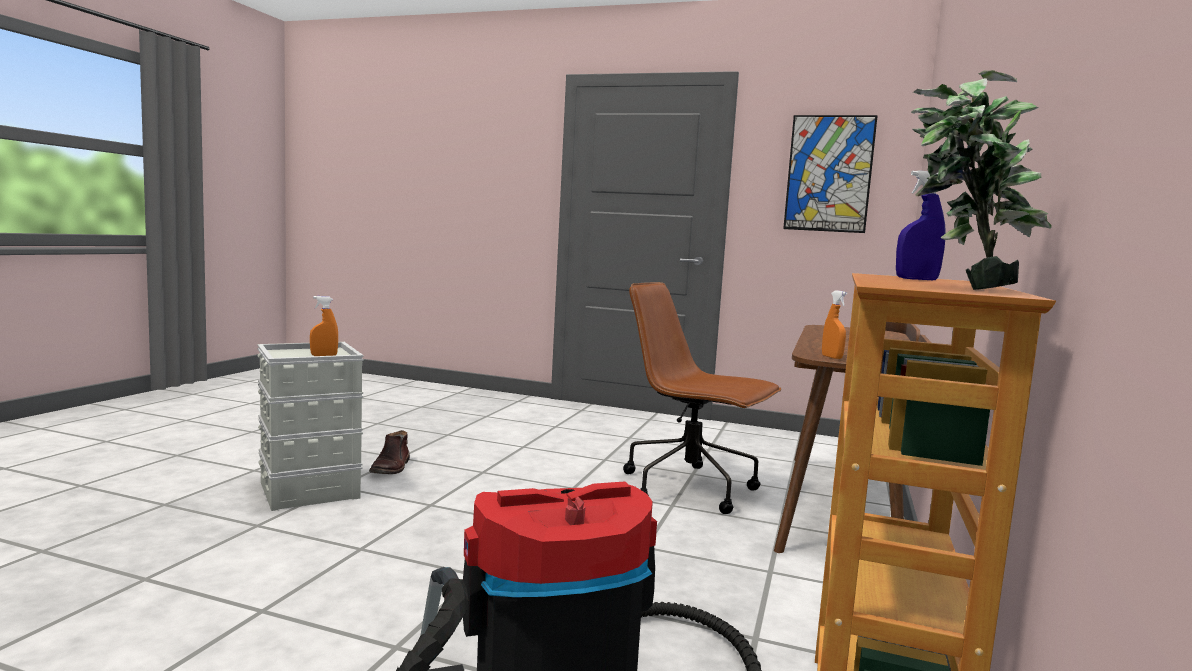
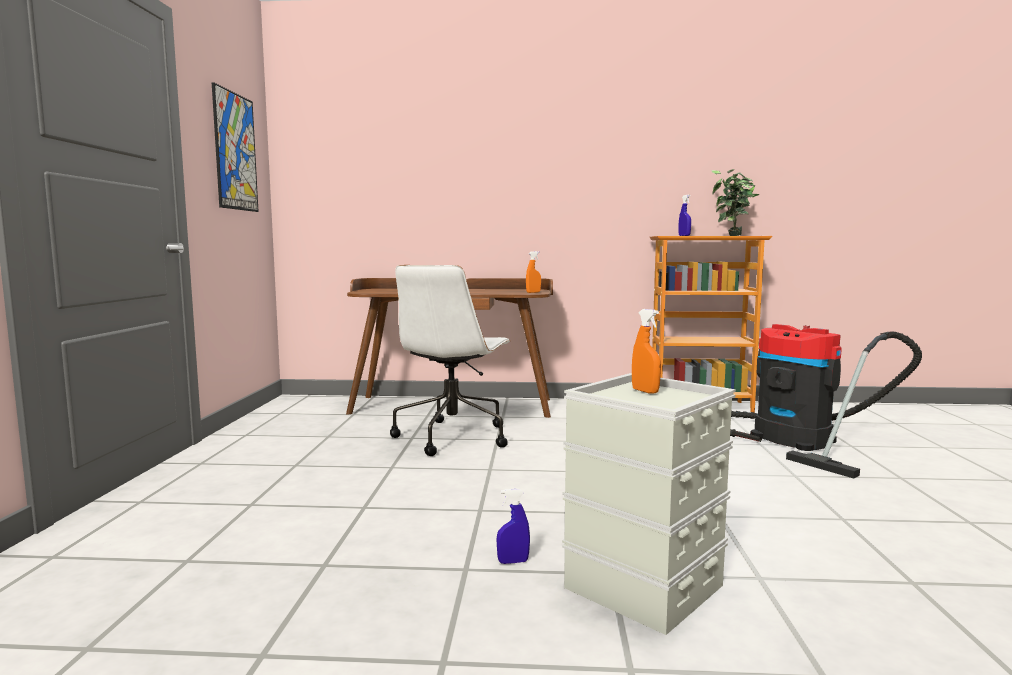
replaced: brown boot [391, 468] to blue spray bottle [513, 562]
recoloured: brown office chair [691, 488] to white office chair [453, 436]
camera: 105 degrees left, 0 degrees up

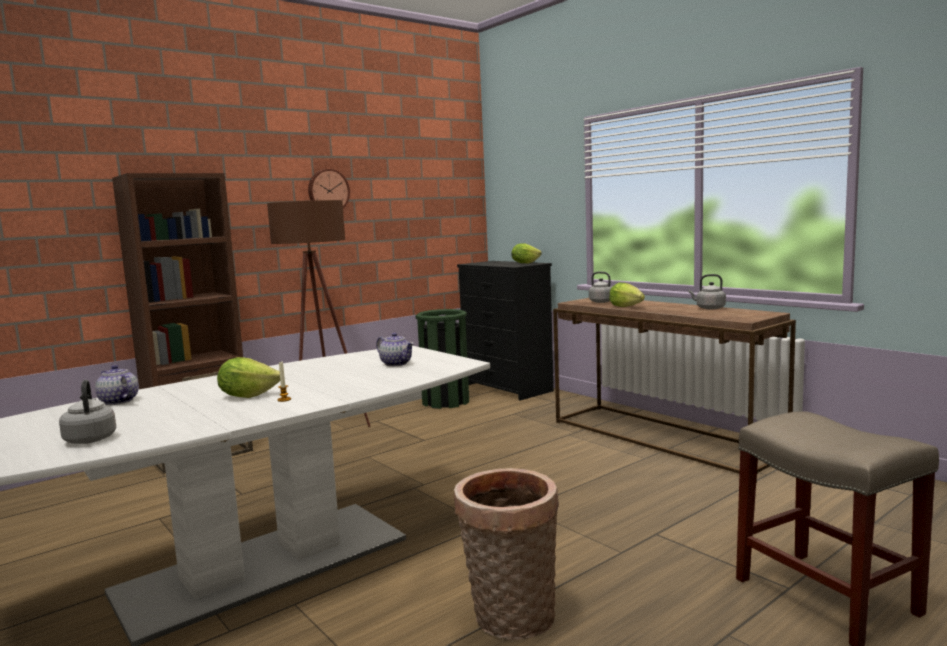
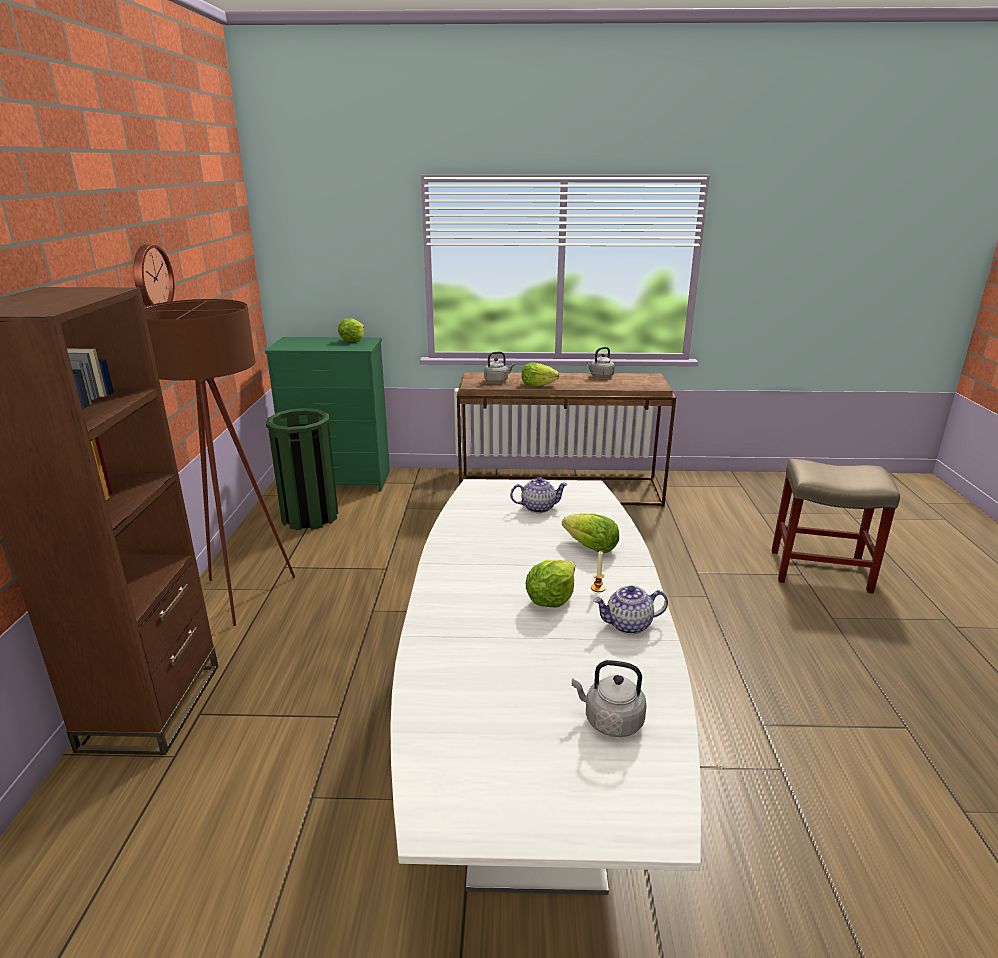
removed: basket [510, 620]
added: lettuce [591, 547]
moved: teapot [118, 401] to [628, 625]
recoloured: black dresser [507, 388] to green dresser [340, 480]
camera: 50 degrees left, 15 degrees up

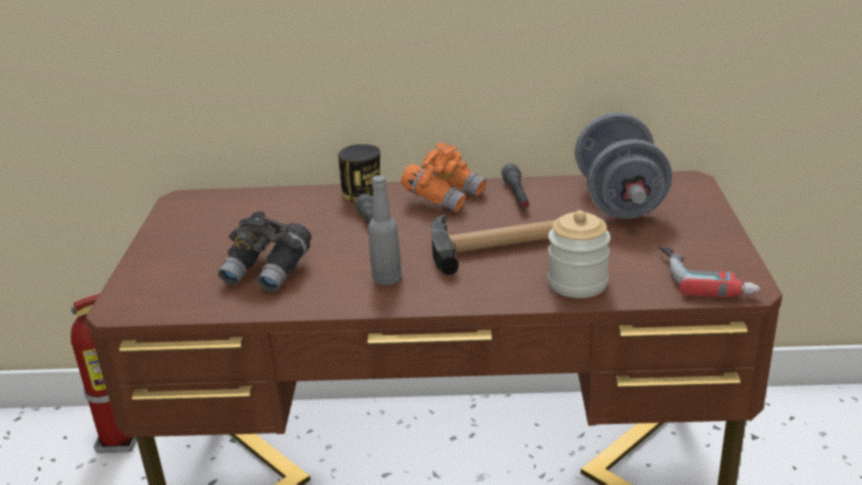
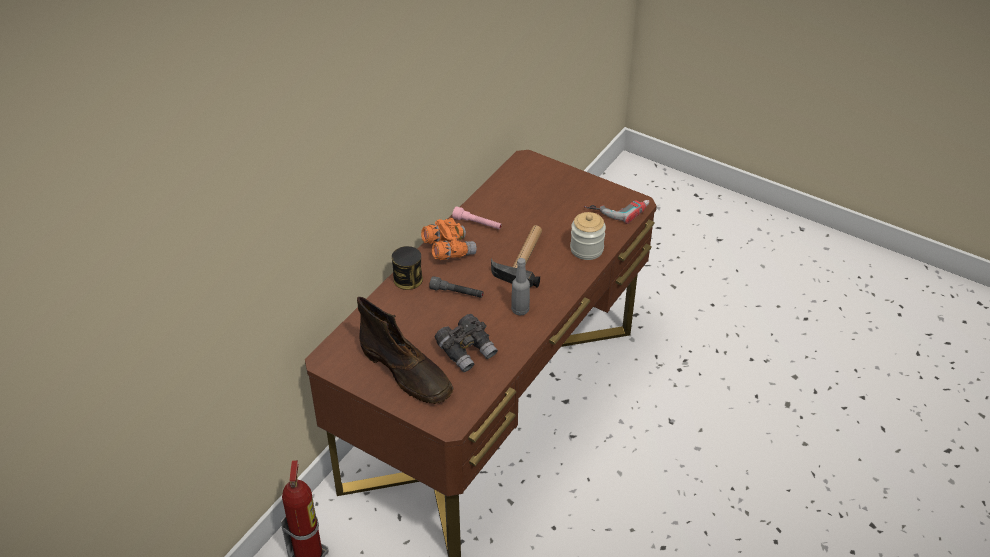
removed: grey dumbbell [619, 200]
added: brown boot [407, 372]
recoloured: grey flashlight [517, 196] to pink flashlight [477, 224]
camera: 60 degrees left, 15 degrees up

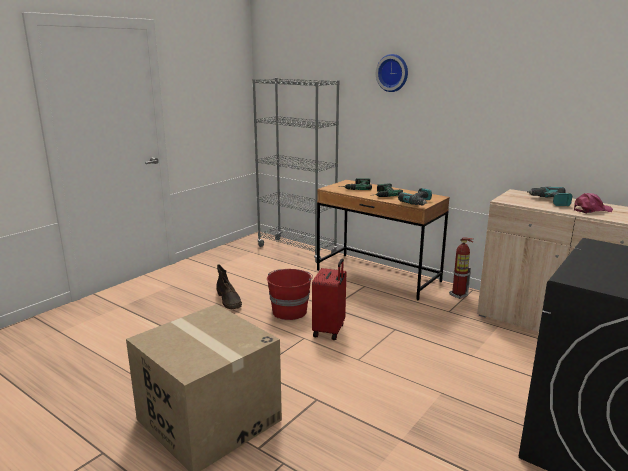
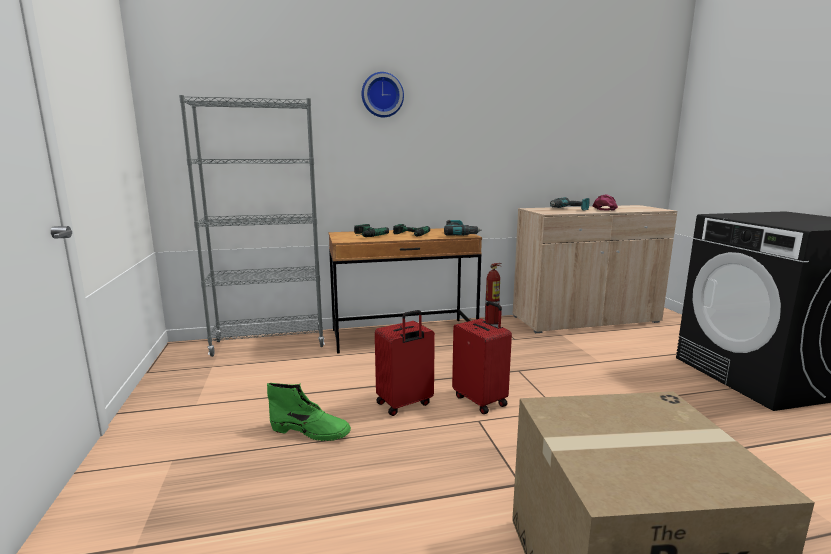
replaced: red bucket [289, 311] to red suitcase [405, 404]
recoloured: brown boot [229, 300] to green boot [311, 431]
camera: 50 degrees left, 5 degrees down

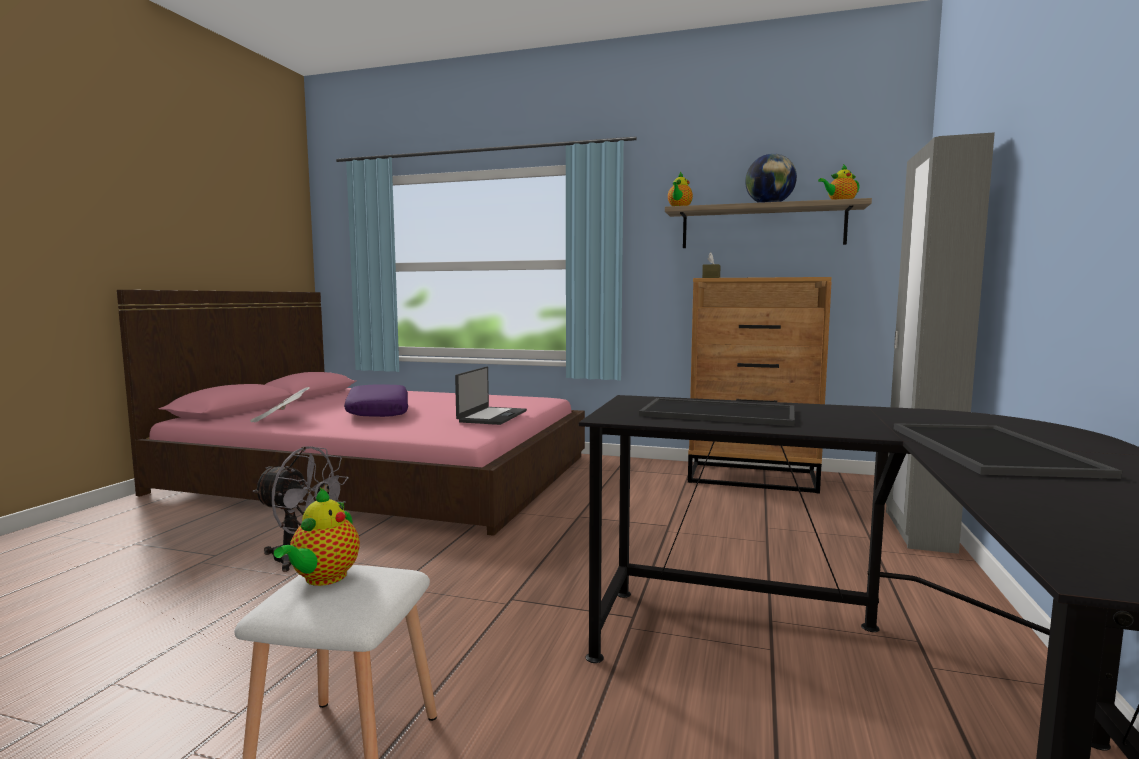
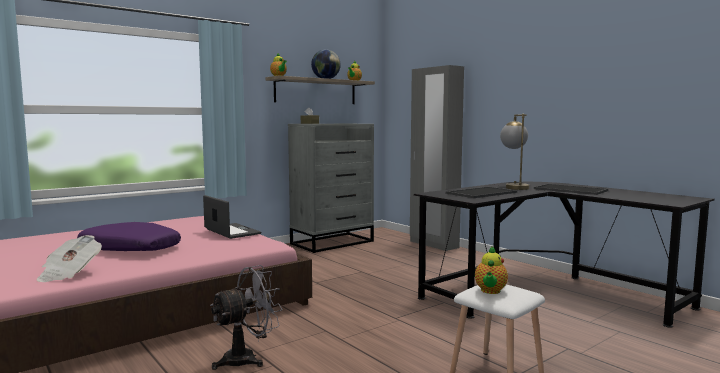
added: table lamp [514, 187]
recoloured: brown dresser [753, 477] to grey dresser [333, 242]
turned: teapot [323, 579] = [490, 291] 60 degrees clockwise
camera: 55 degrees left, 0 degrees up

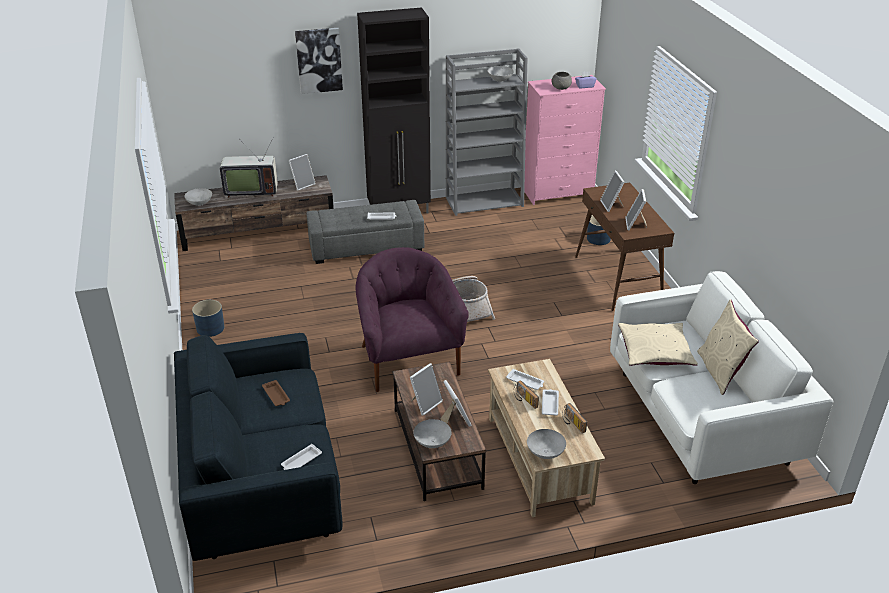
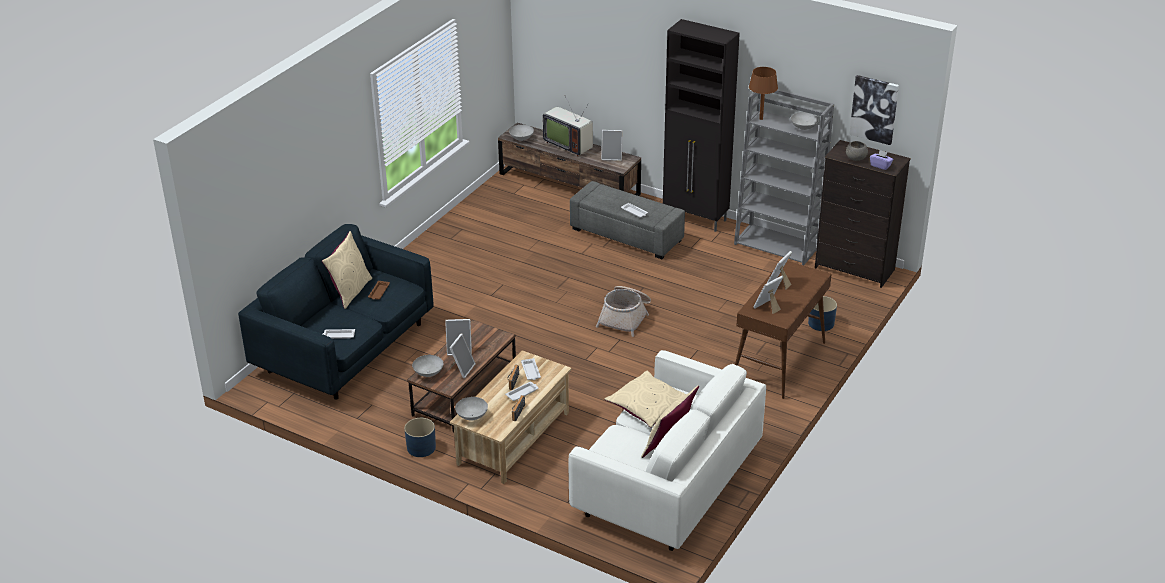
removed: purple armchair [408, 360]
added: beige pillow [350, 291]; brown table lamp [761, 119]
moved: blue planter [210, 328] to [421, 448]; picture [319, 60] to [874, 109]
recoloured: pink dresser [558, 193] to black dresser [855, 269]
camera: 45 degrees right, 0 degrees up

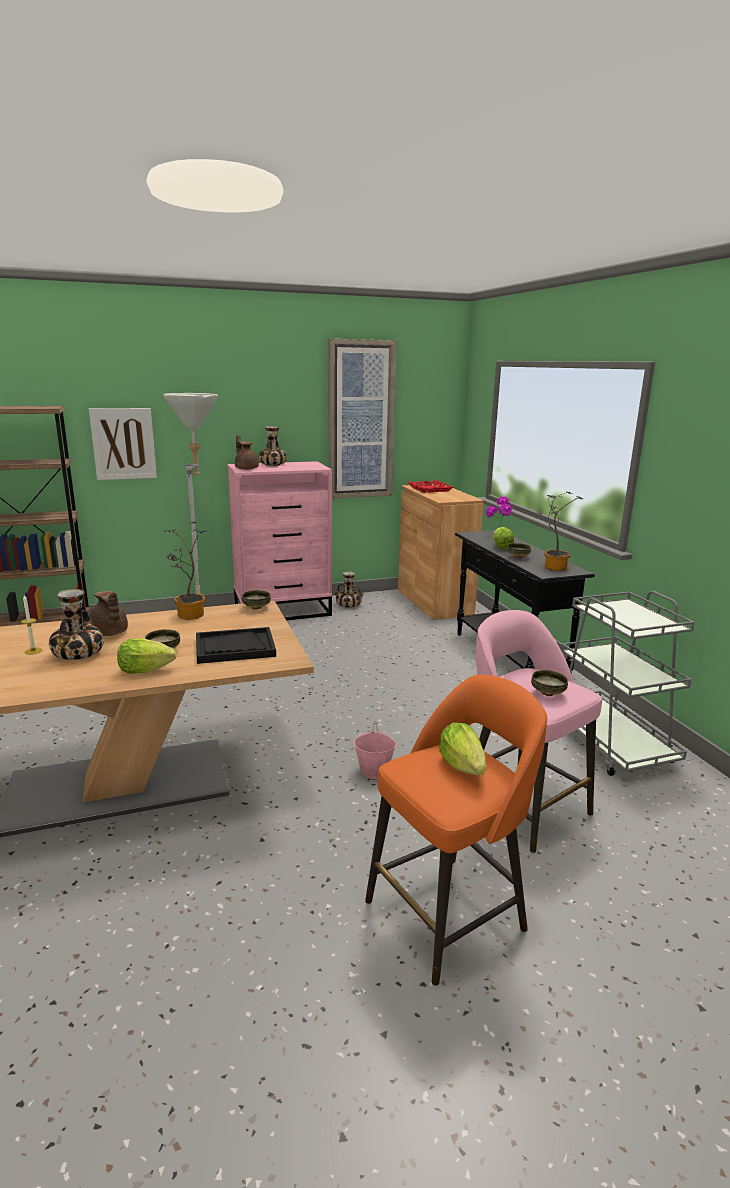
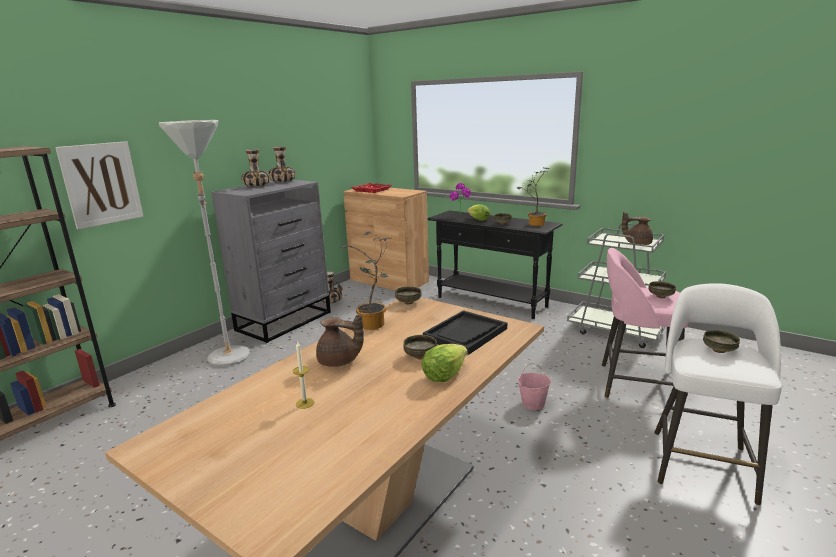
removed: picture [361, 420]
moved: vase [79, 654] to [282, 181]; brown teapot [246, 468] to [637, 243]
replaced: lettuce [462, 766] to bowl [718, 350]
recoloured: pink dresser [283, 611] to grey dresser [285, 321]; orange stool [449, 913] to white stool [701, 462]
camera: 35 degrees left, 0 degrees up

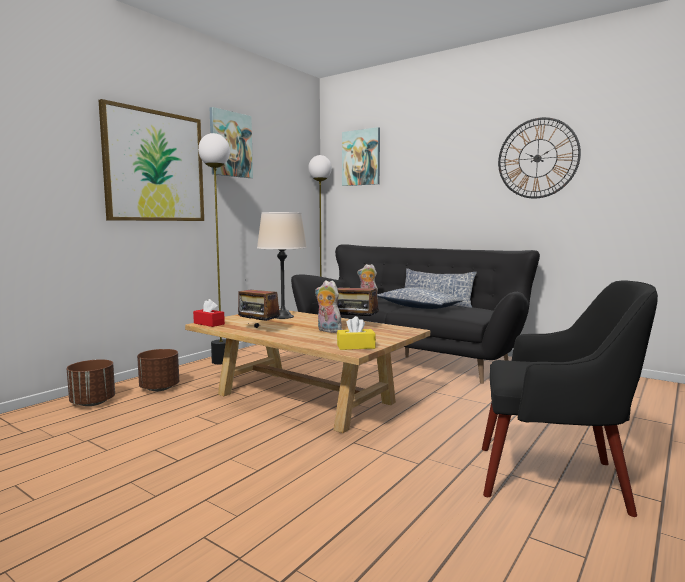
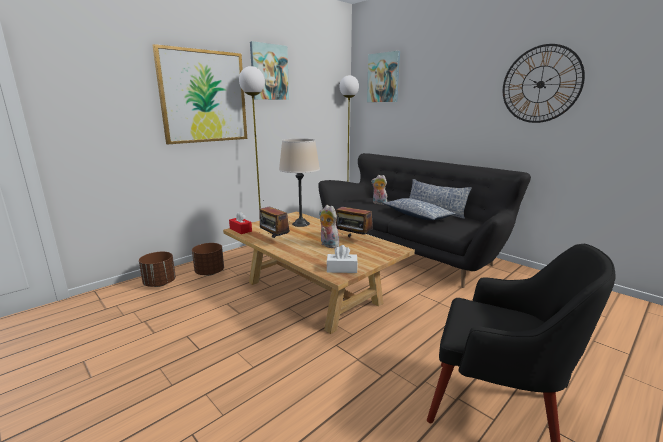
recoloured: yellow tissue box [356, 346] to white tissue box [342, 269]
camera: 10 degrees right, 10 degrees up

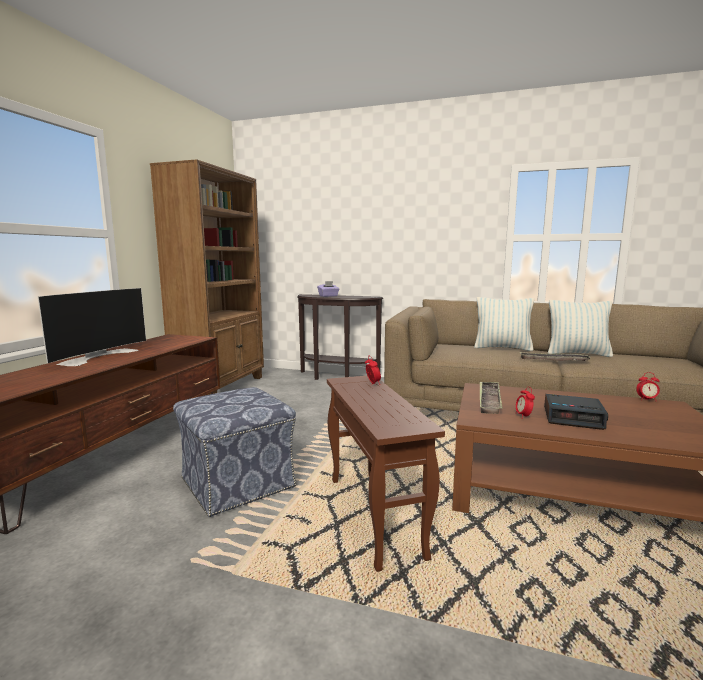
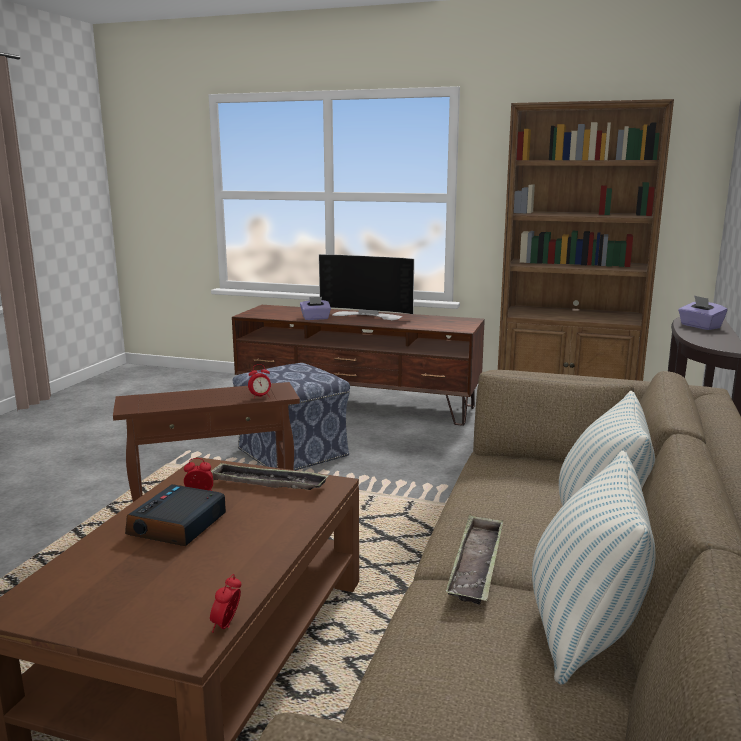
added: purple tissue box [315, 318]
camera: 90 degrees right, 5 degrees up

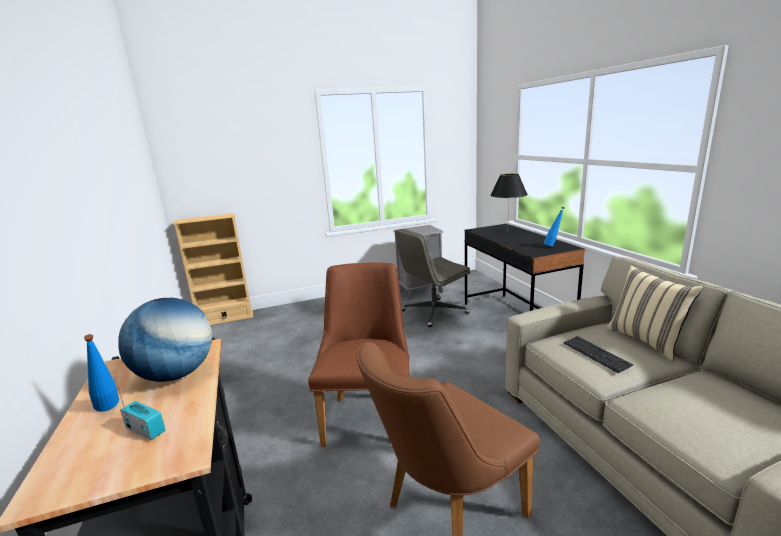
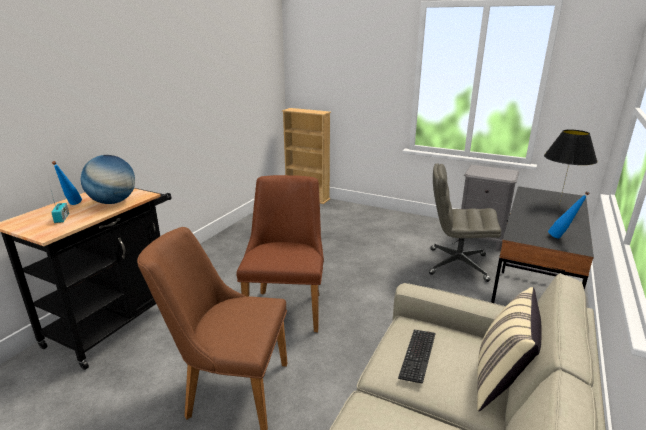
turned: brown chair [369, 413] = [287, 305] 45 degrees counterclockwise
camera: 45 degrees right, 5 degrees up

